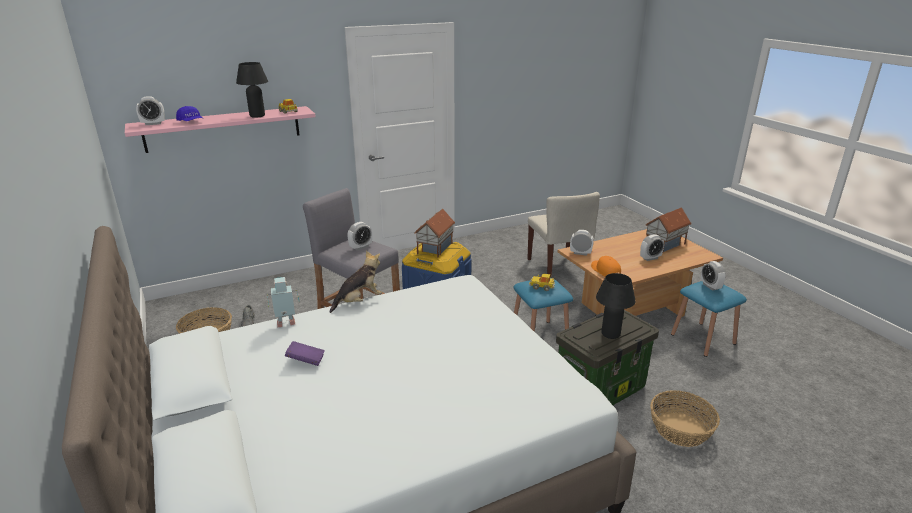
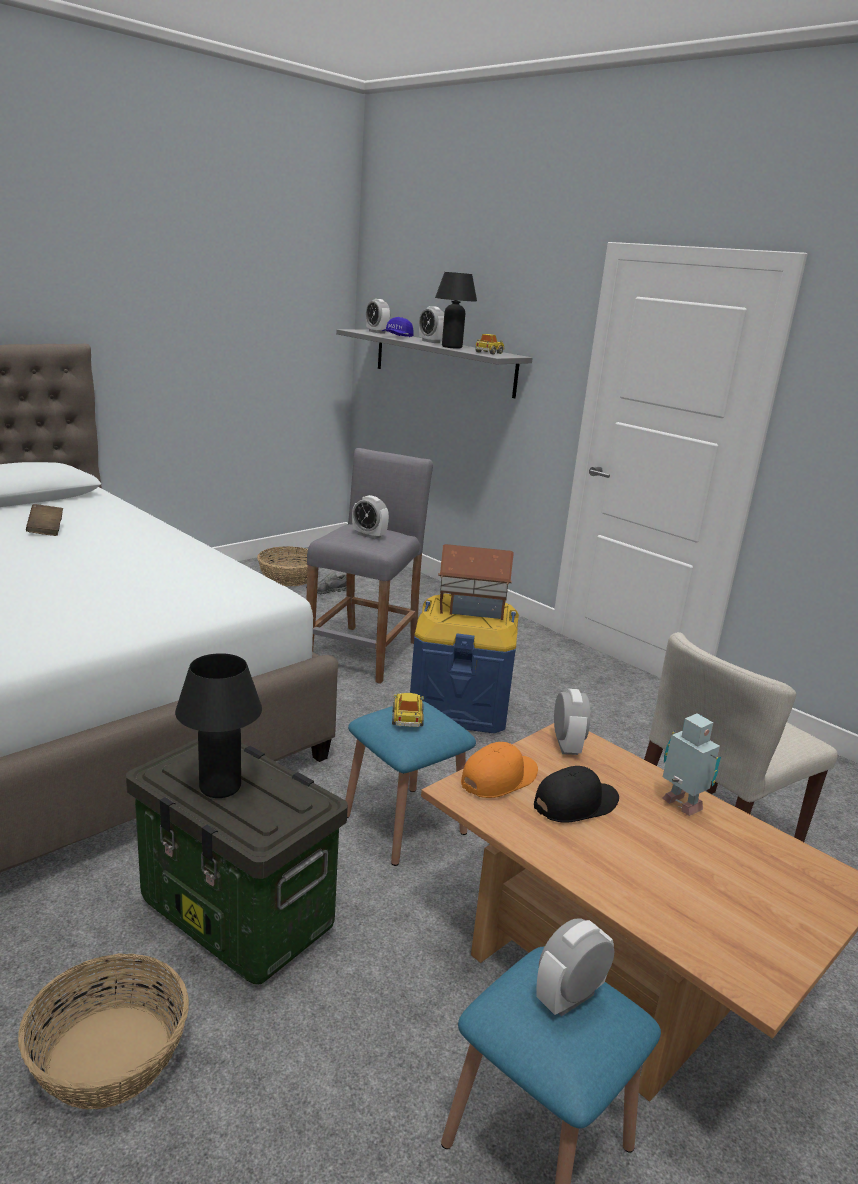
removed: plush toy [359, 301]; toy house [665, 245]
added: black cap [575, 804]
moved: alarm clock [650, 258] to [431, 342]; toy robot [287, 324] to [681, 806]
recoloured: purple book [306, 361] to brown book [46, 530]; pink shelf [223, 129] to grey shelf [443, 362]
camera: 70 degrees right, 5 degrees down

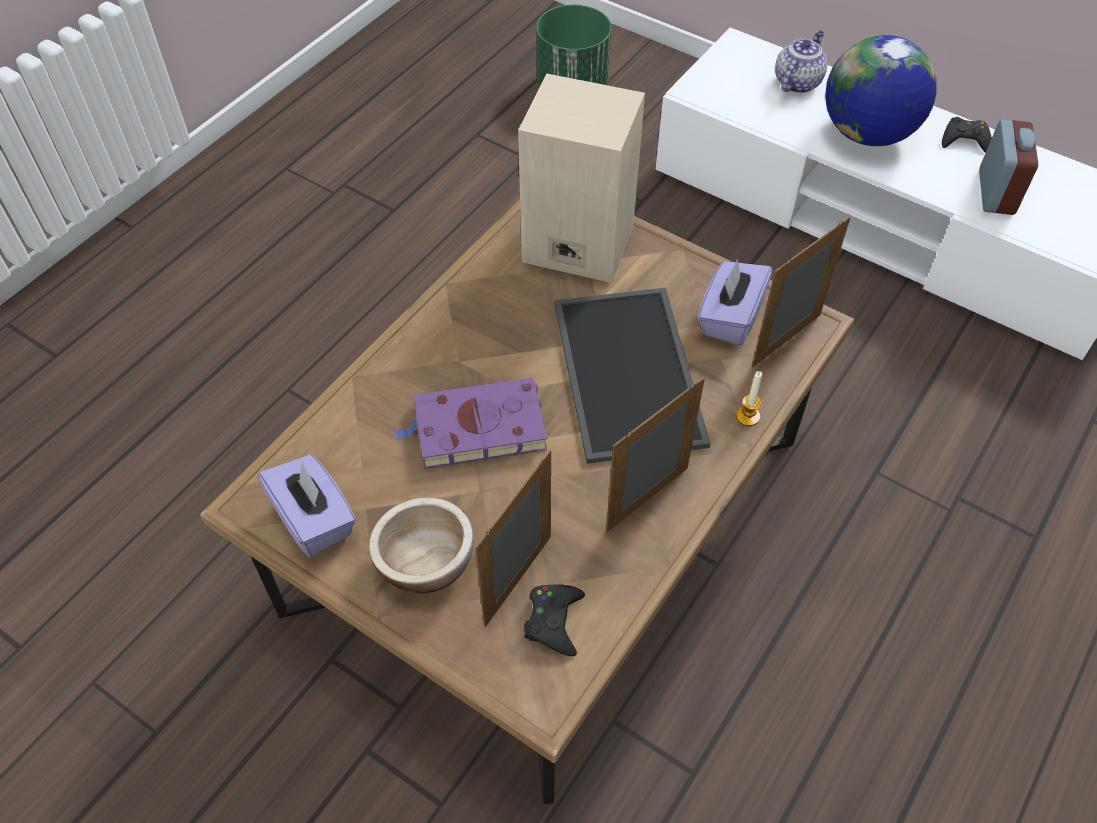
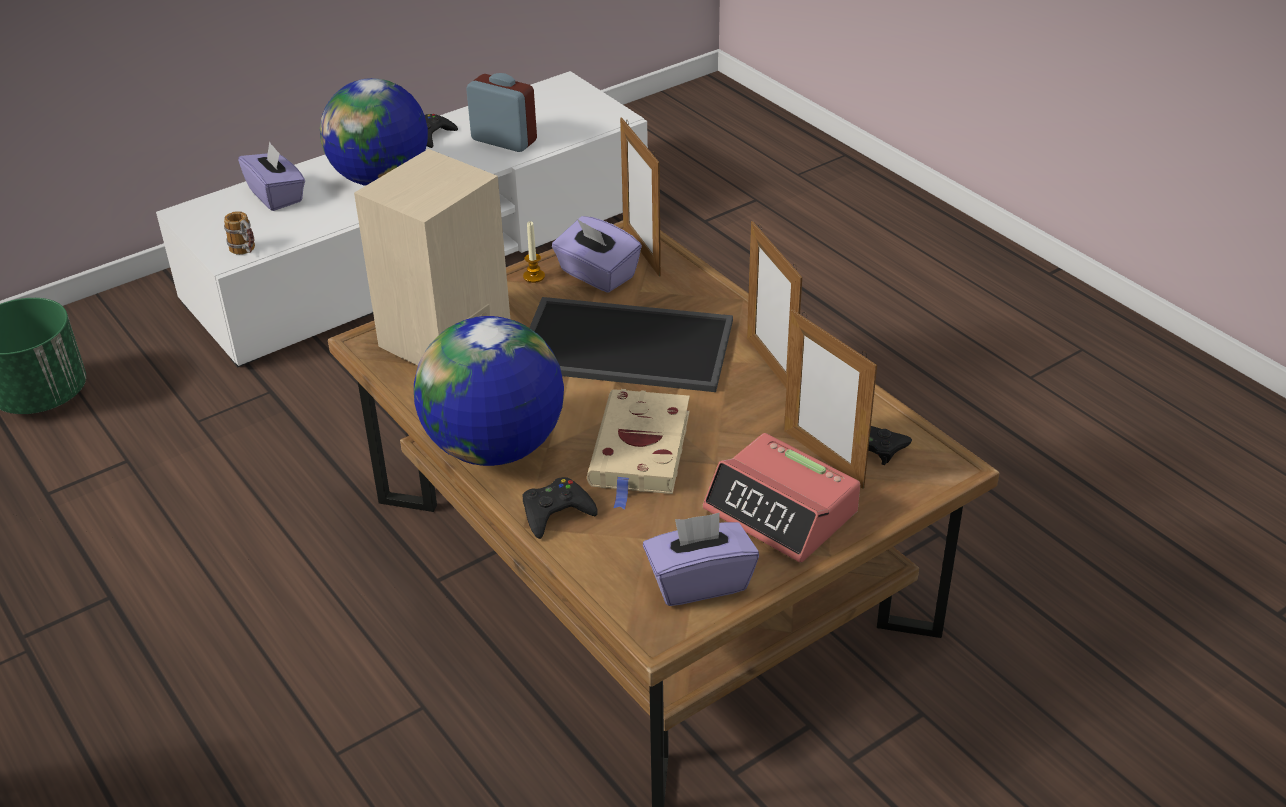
added: mug [247, 253]; globe [494, 448]; black game controller [556, 512]
moved: candle [747, 416] to [534, 276]
replaced: teapot [797, 82] to purple tissue box [277, 195]; bowl [426, 561] to alarm clock [781, 511]
recoloured: purple book [476, 429] to beige book [640, 452]
camera: 70 degrees left, 15 degrees down

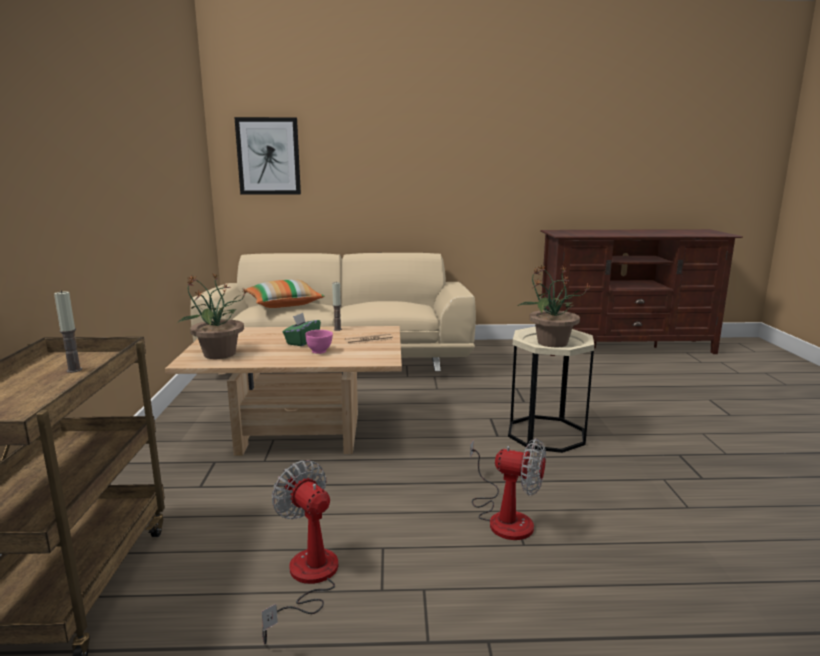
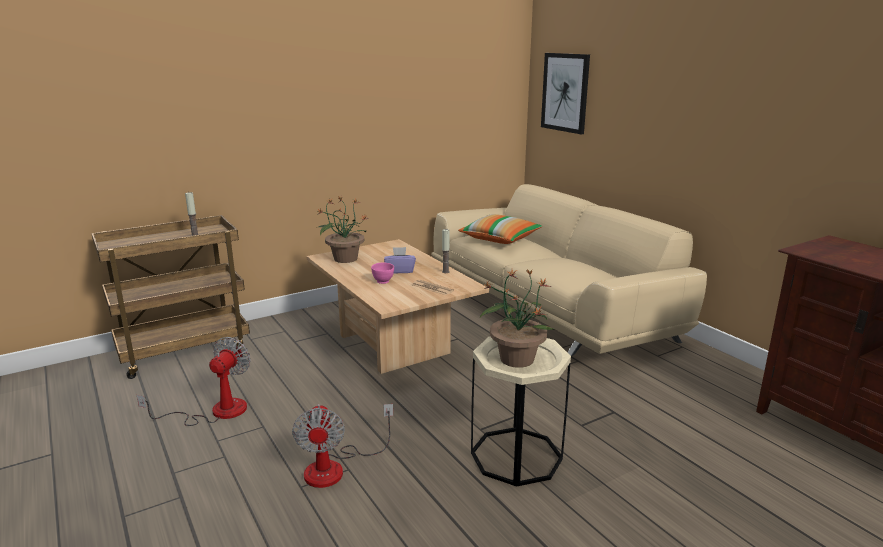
recoloured: green tissue box [302, 341] to purple tissue box [399, 270]
camera: 60 degrees right, 5 degrees up

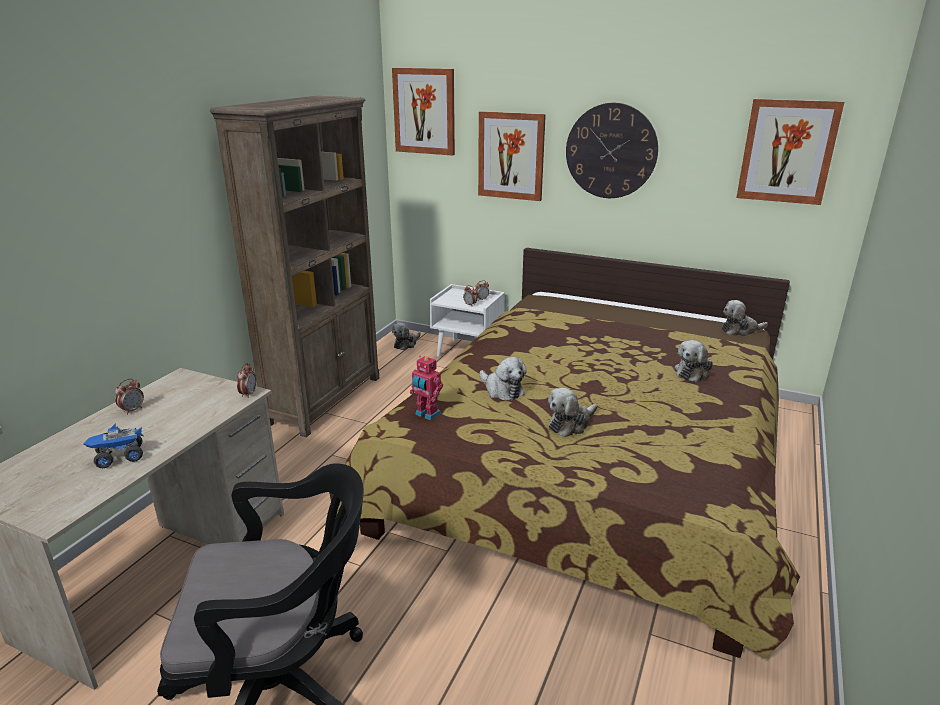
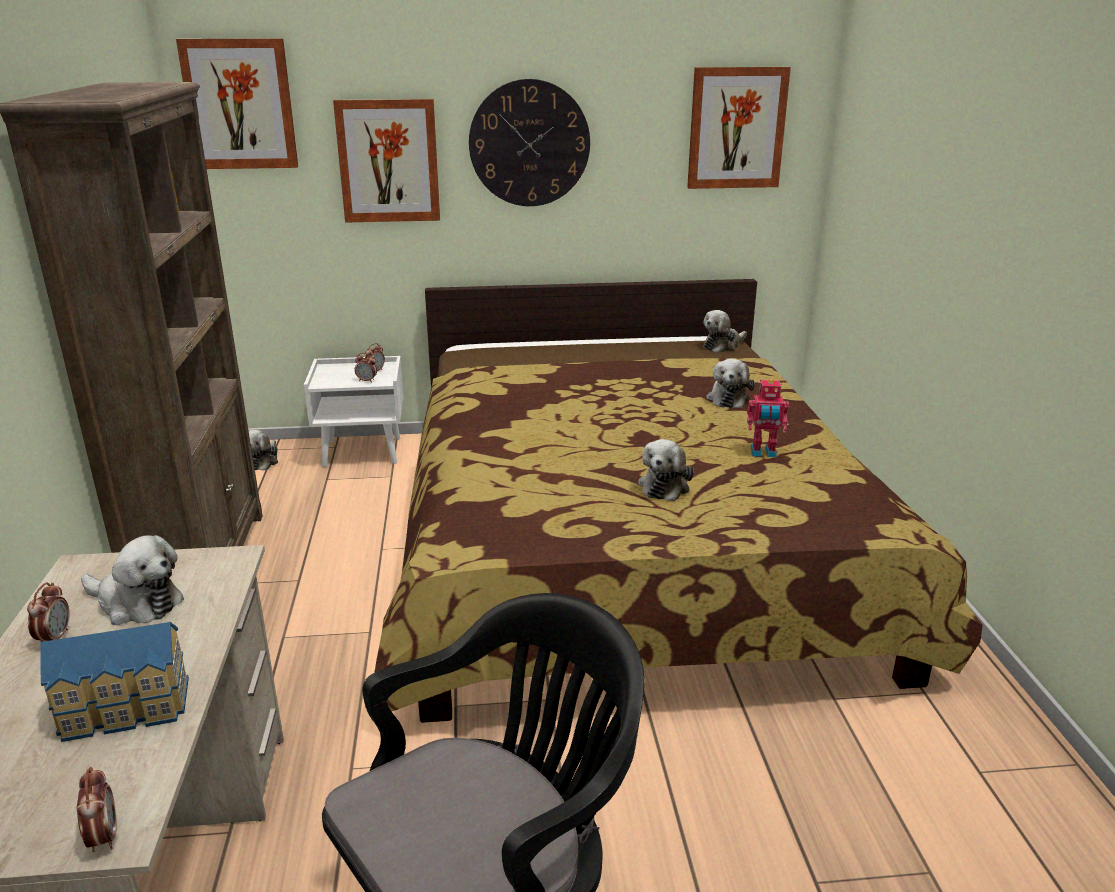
moved: alarm clock [248, 394] to [103, 837]; plush toy [502, 390] to [136, 603]; toy robot [426, 414] to [763, 453]
replaced: toy truck [119, 458] to toy house [125, 710]
camera: 30 degrees left, 0 degrees up

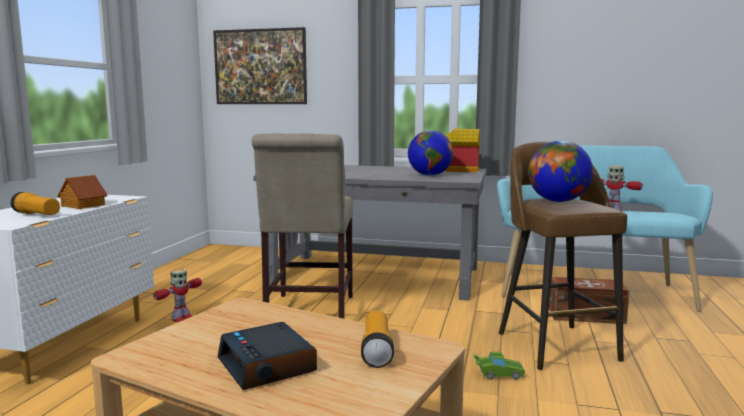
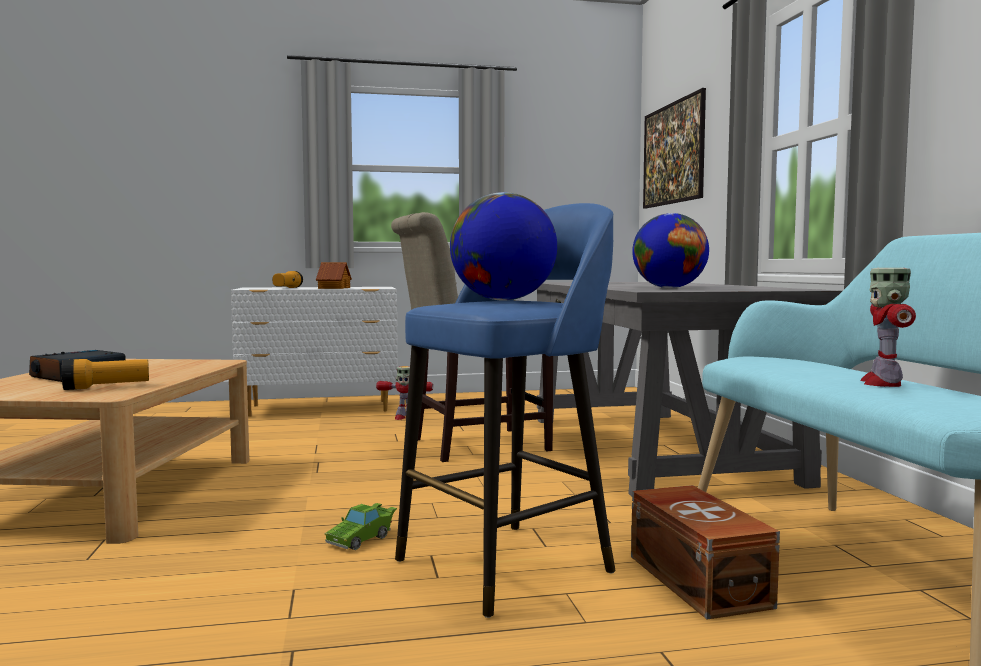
removed: toy house [457, 170]
recoloured: brown stool [555, 345] to blue stool [510, 564]
turned: green toy car [497, 375] = [362, 539] 60 degrees clockwise
camera: 65 degrees right, 5 degrees down

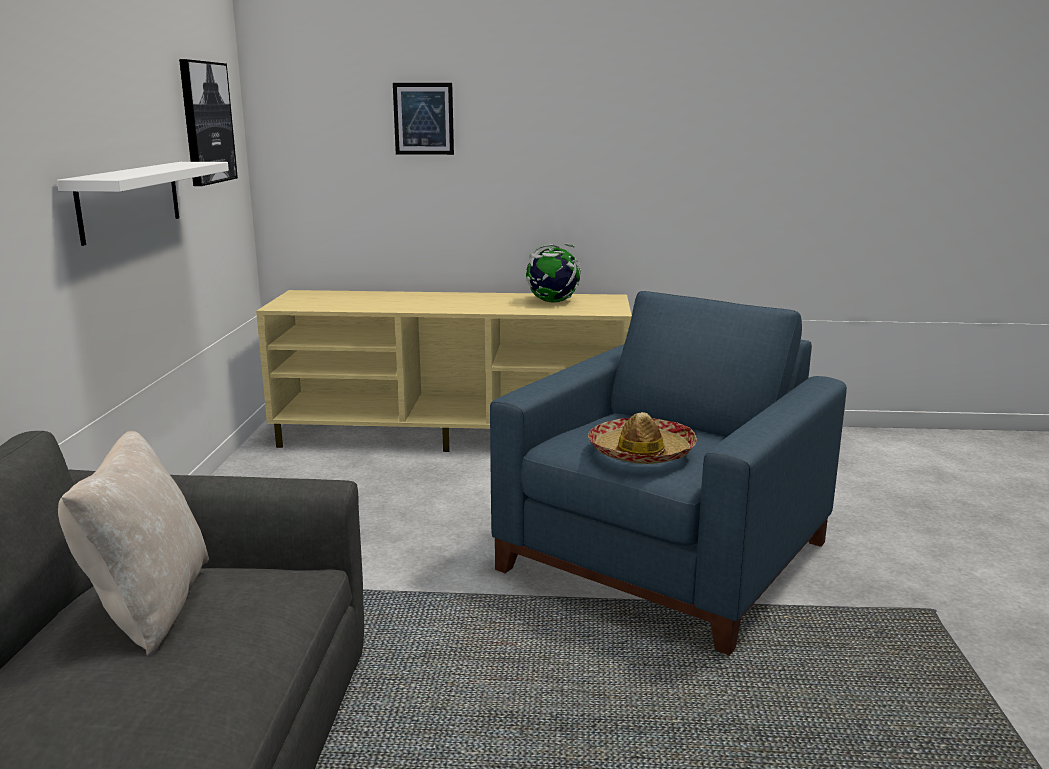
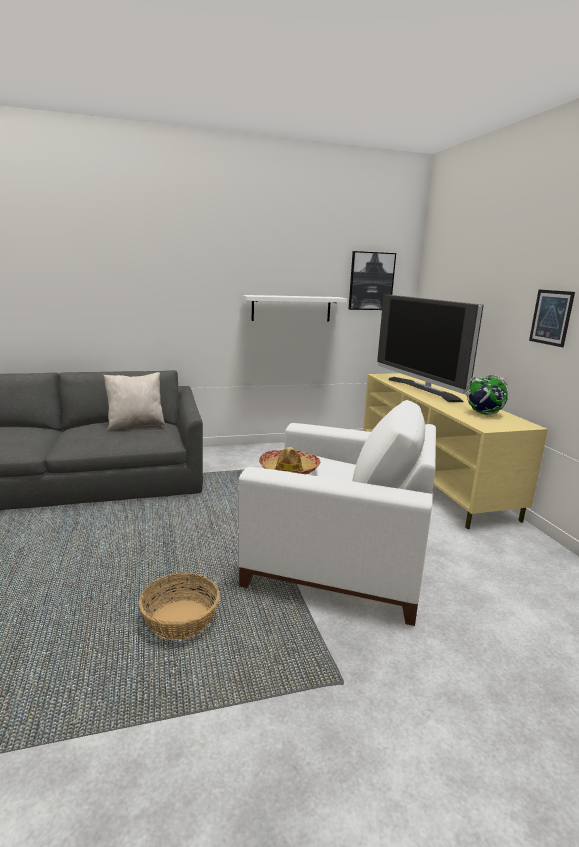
added: basket [180, 619]; television [423, 389]
moved: picture [423, 119] to [551, 317]
recoloured: blue armchair [664, 558] to white armchair [336, 557]
camera: 70 degrees right, 0 degrees up

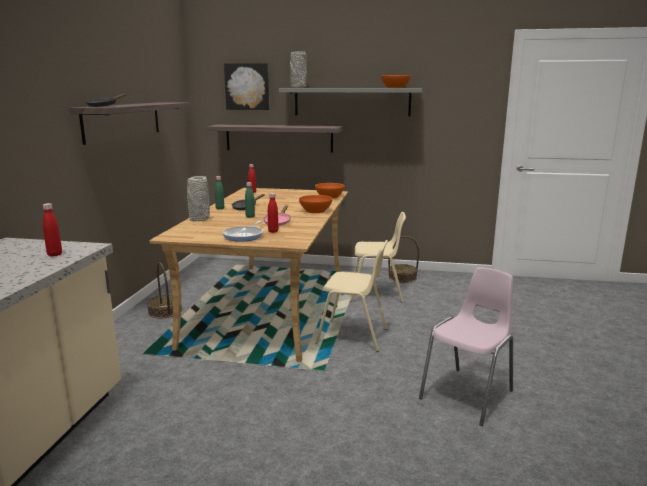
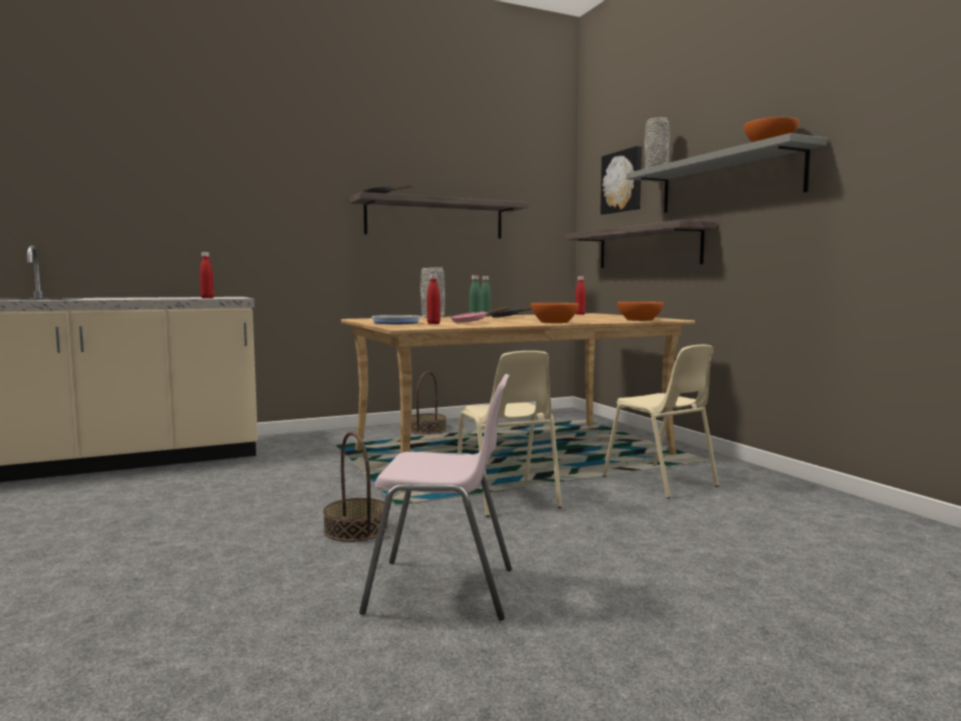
moved: basket [402, 277] to [356, 529]
camera: 55 degrees right, 10 degrees down

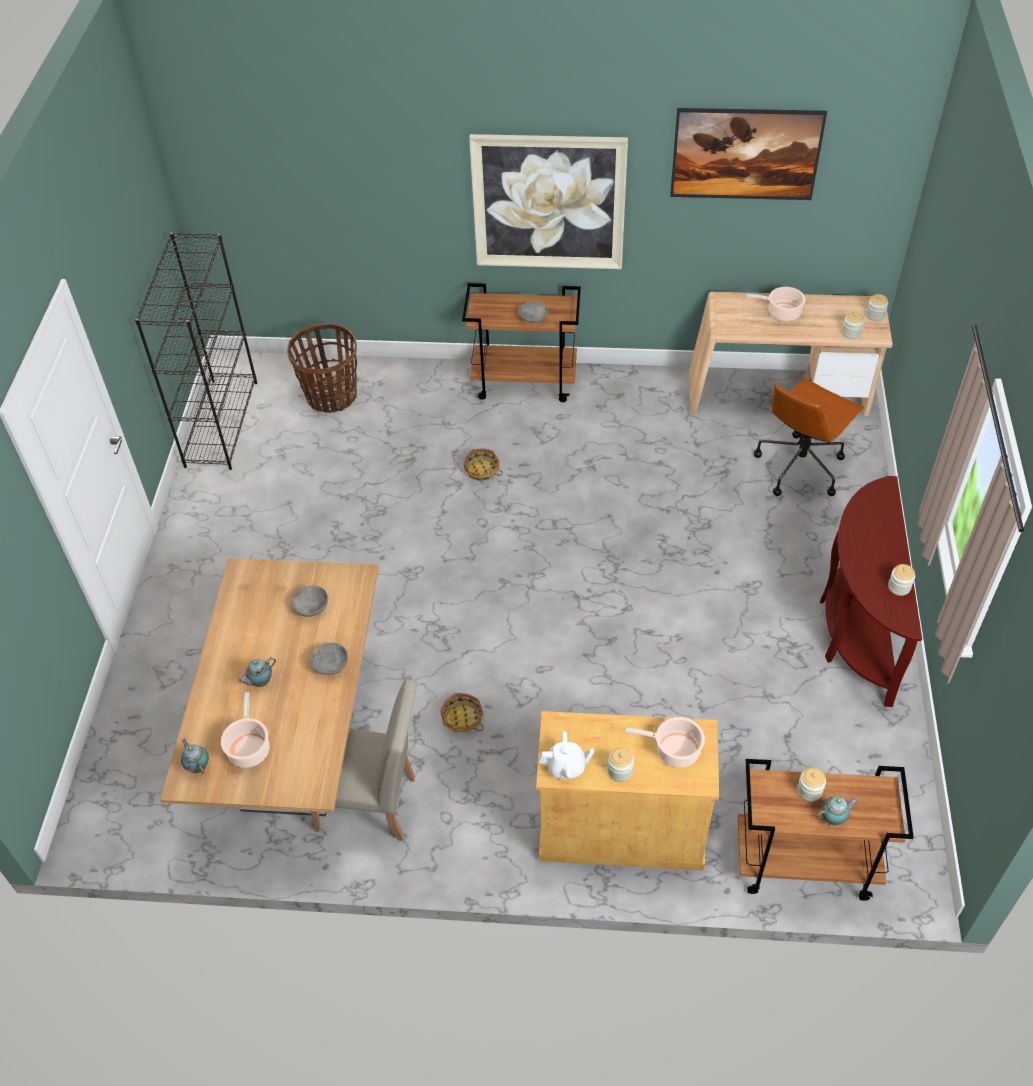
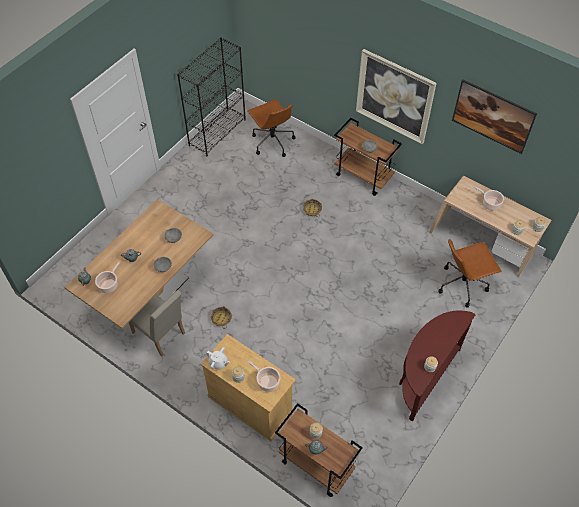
replaced: basket [331, 396] to brown office chair [272, 142]
camera: 30 degrees right, 5 degrees up

